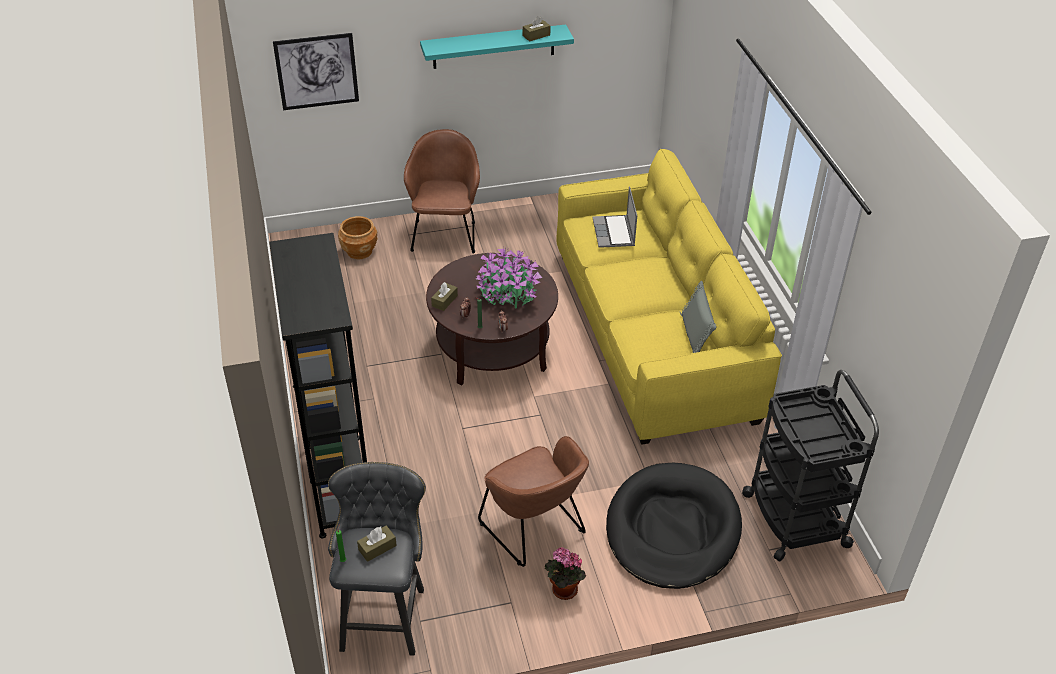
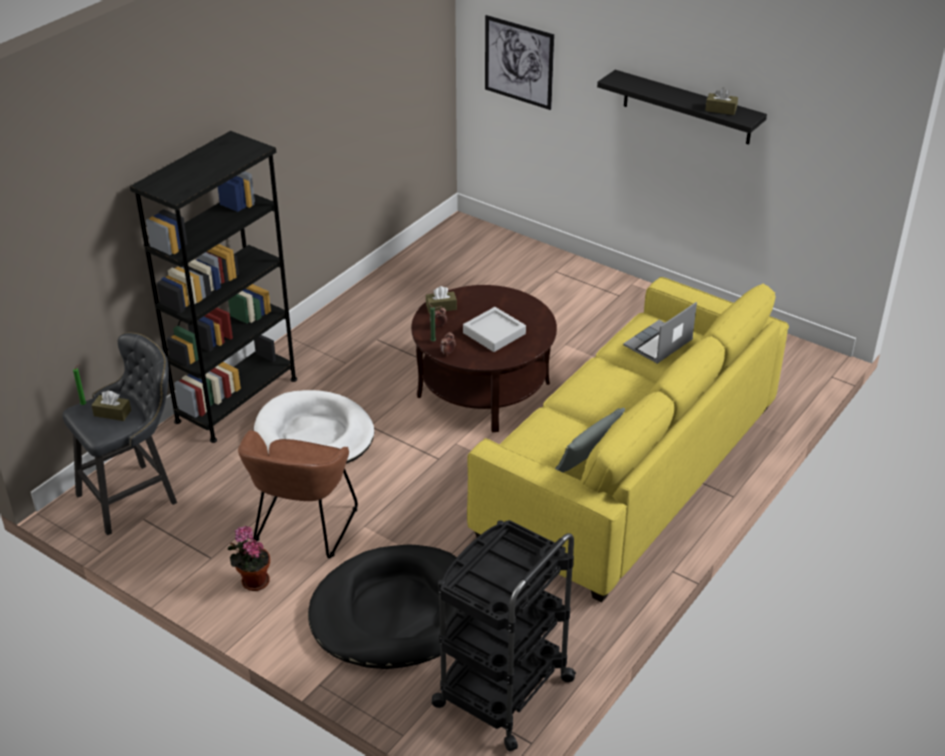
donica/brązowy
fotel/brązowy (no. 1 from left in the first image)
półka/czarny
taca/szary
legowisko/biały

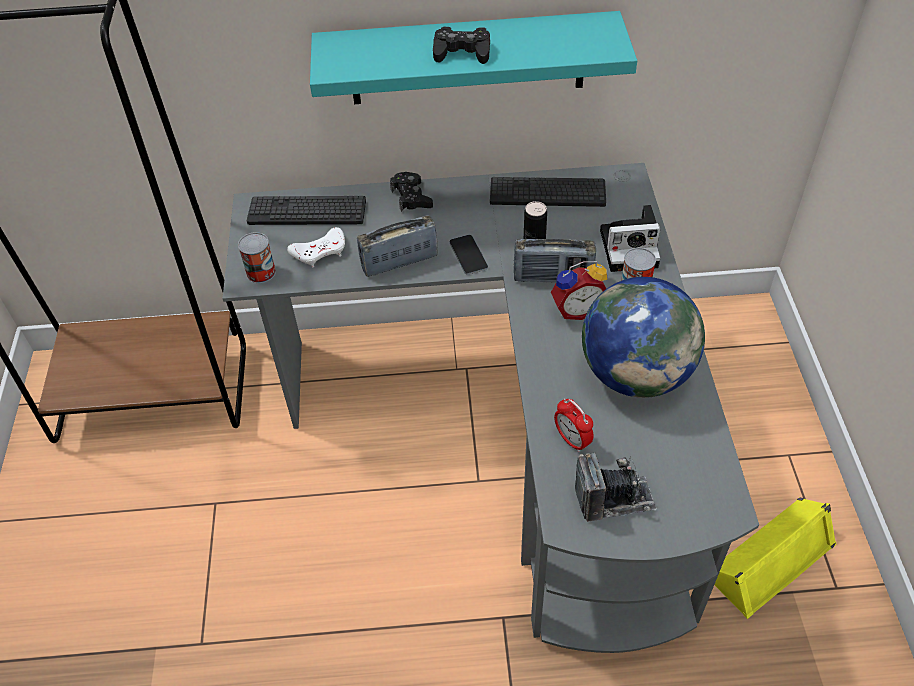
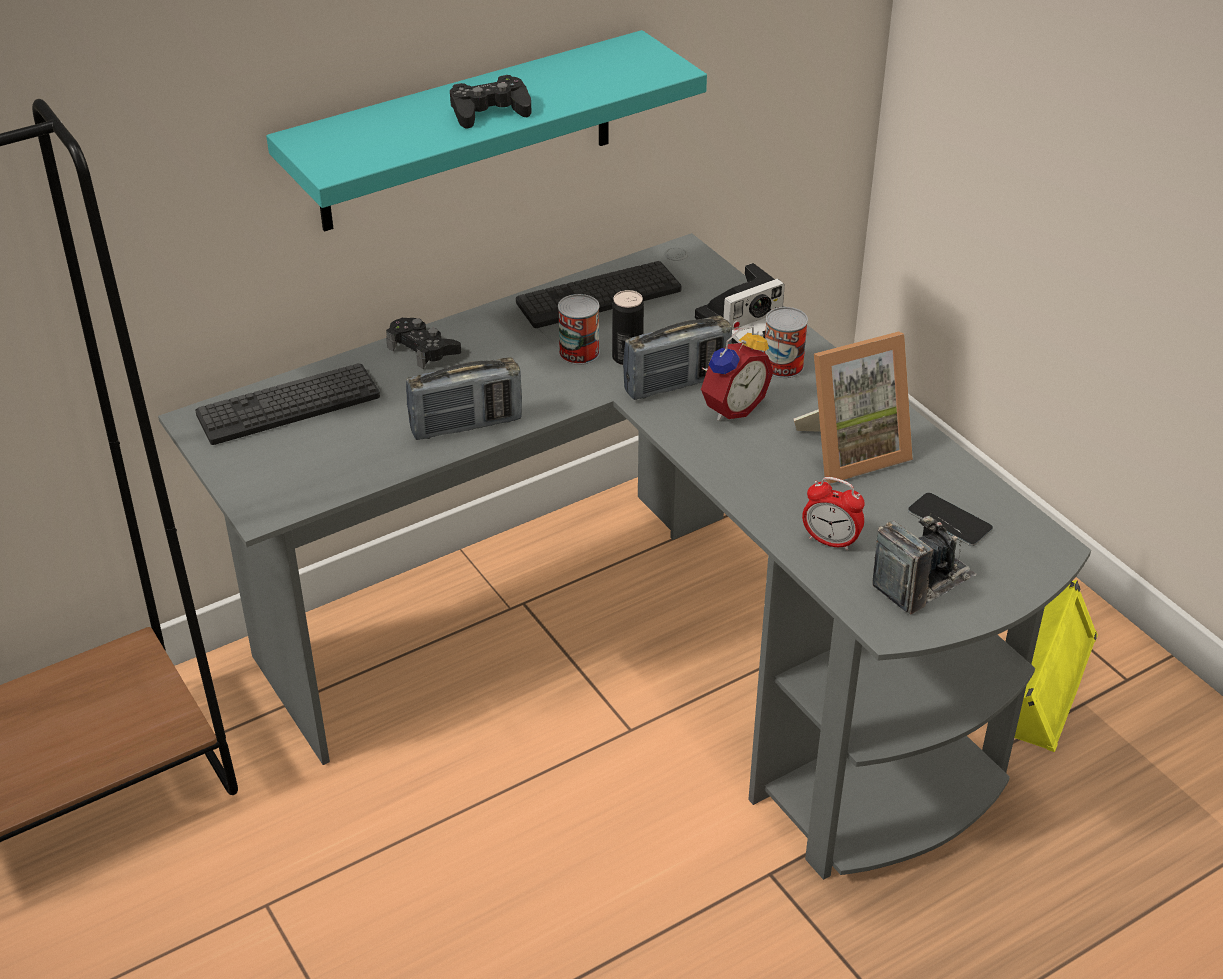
puszka (no. 1 from left)
pad do gier/biały
radio (no. 1 from left)
telefon
ramka na zdjęcie

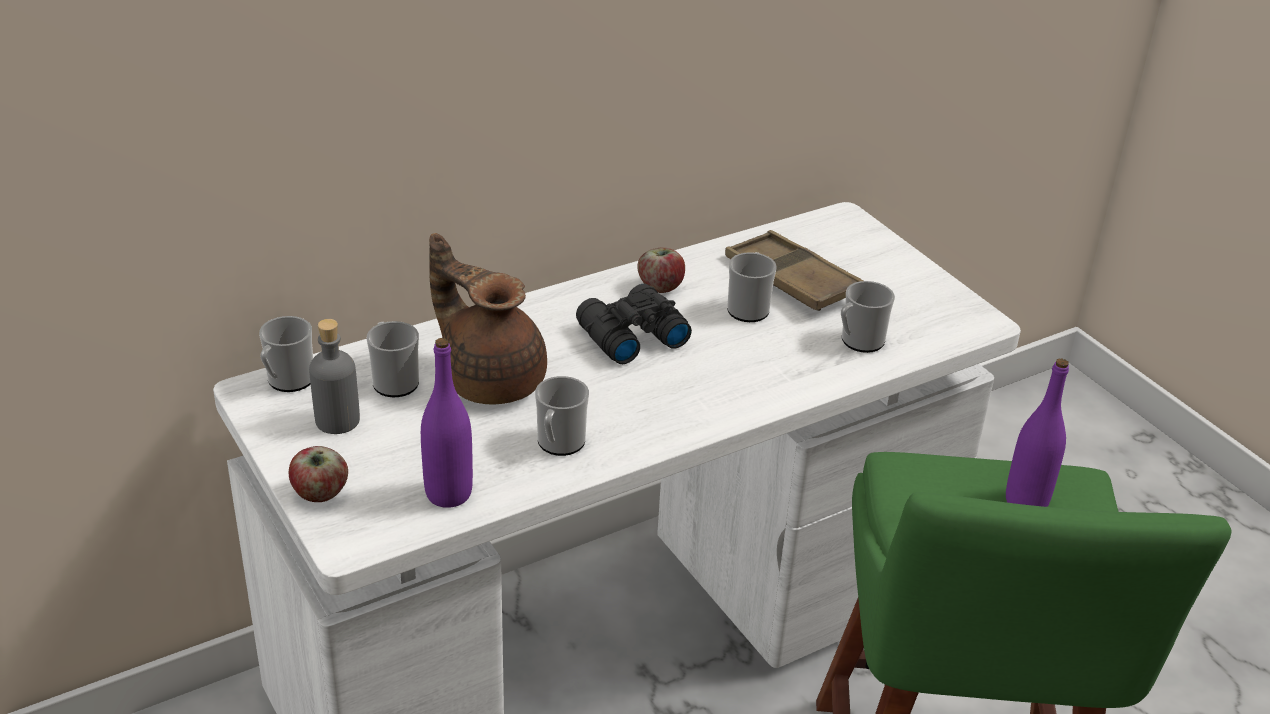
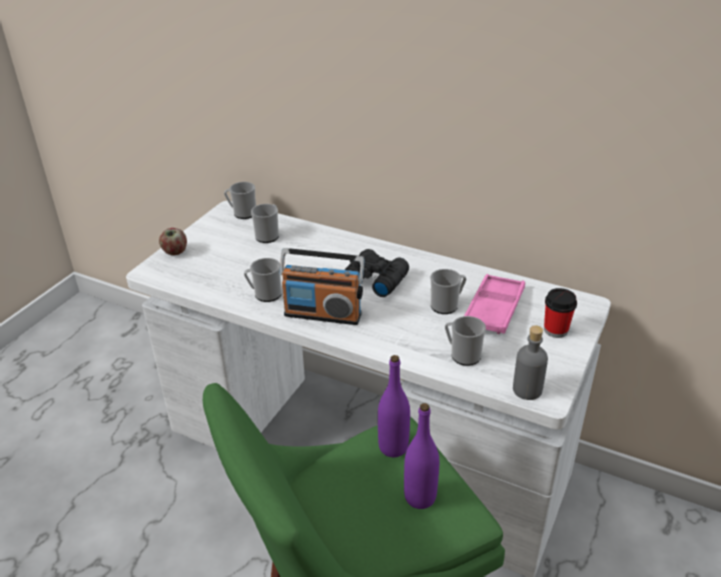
butelka/szary
butelka/fioletowy (no. 1 from left)
imbryk/brązowy
jabłko (no. 2 from left in the first image)
taca/różowy
radio
filiżanka

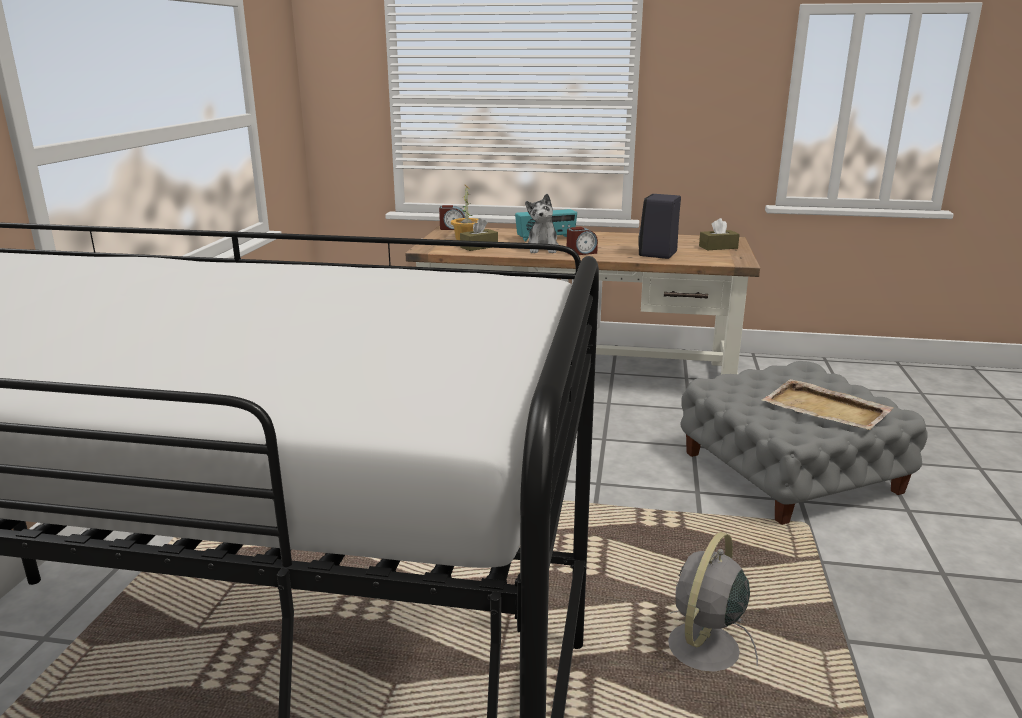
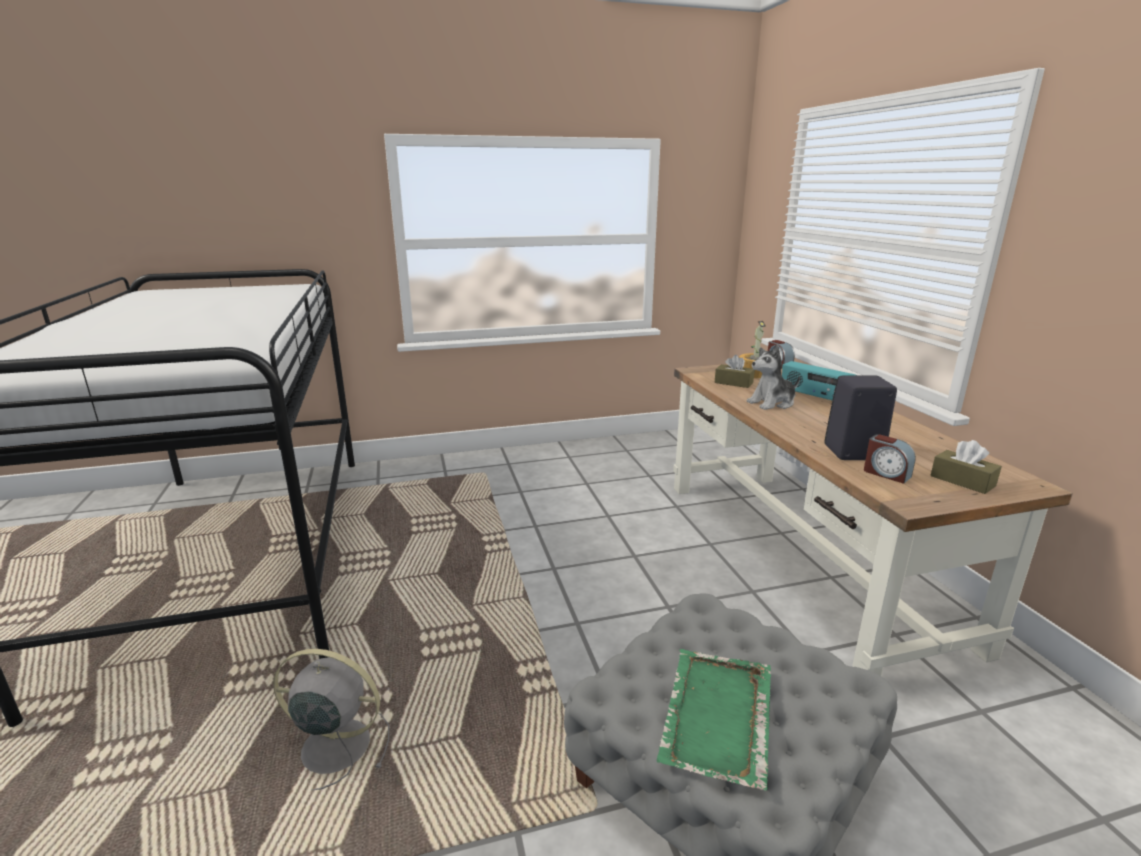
budzik (no. 2 from left)
taca/zielony

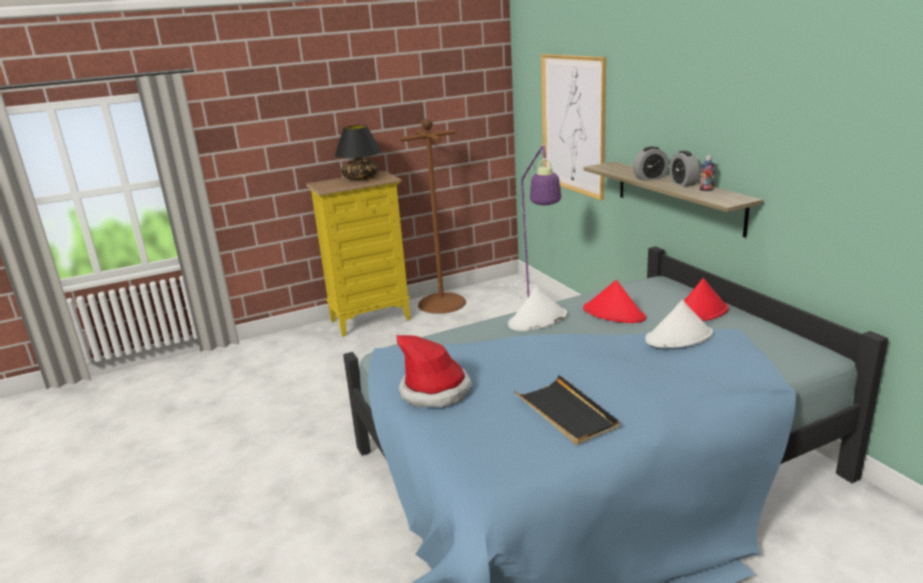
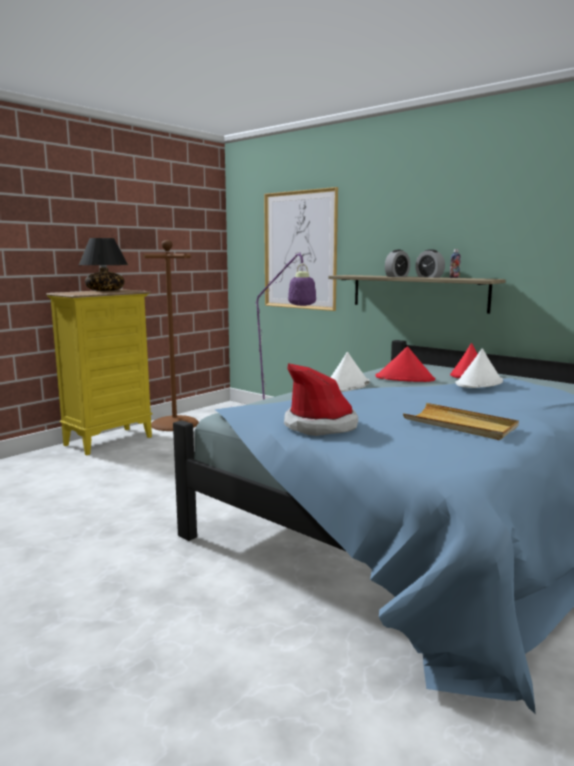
taca/beżowy

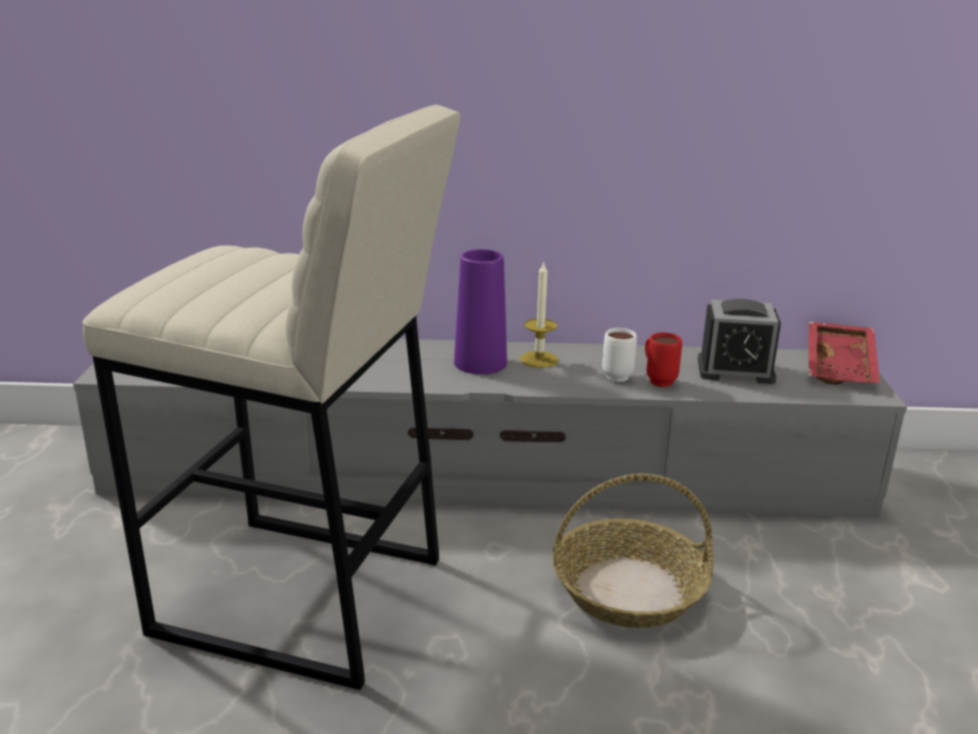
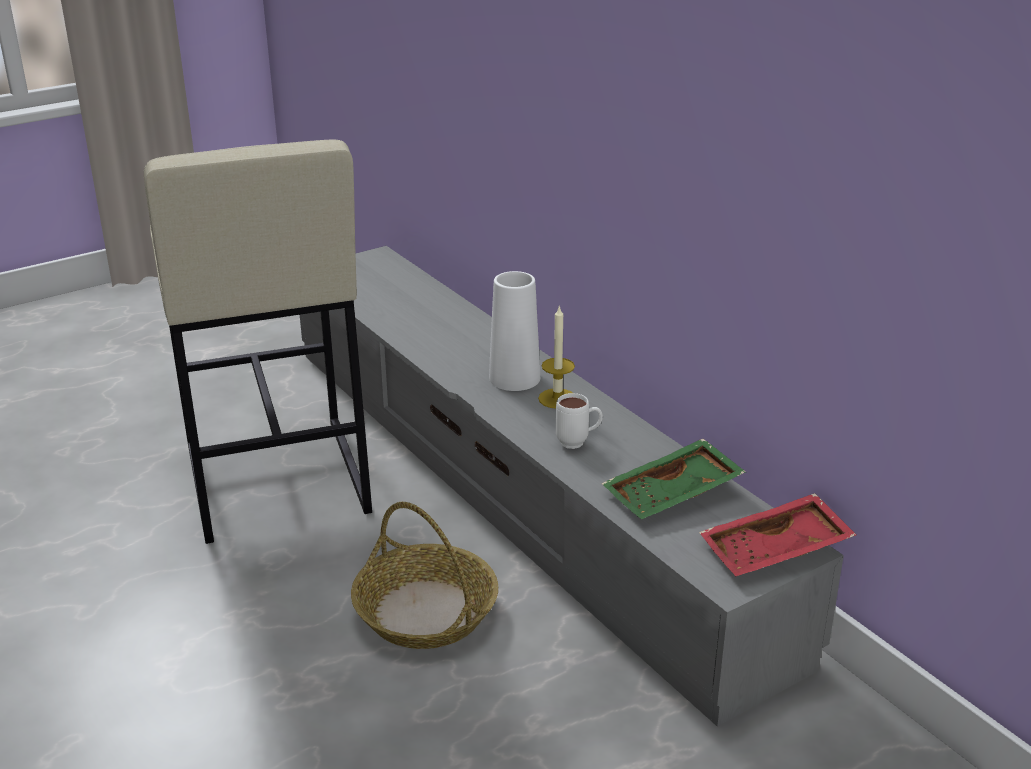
wazon/biały
kubek/czerwony
taca/zielony

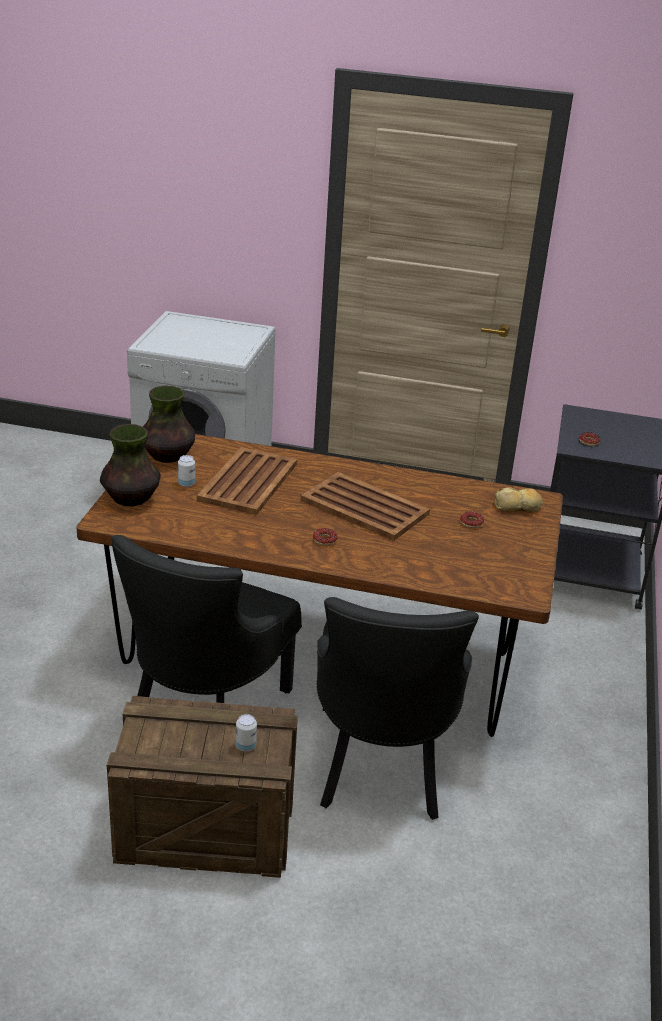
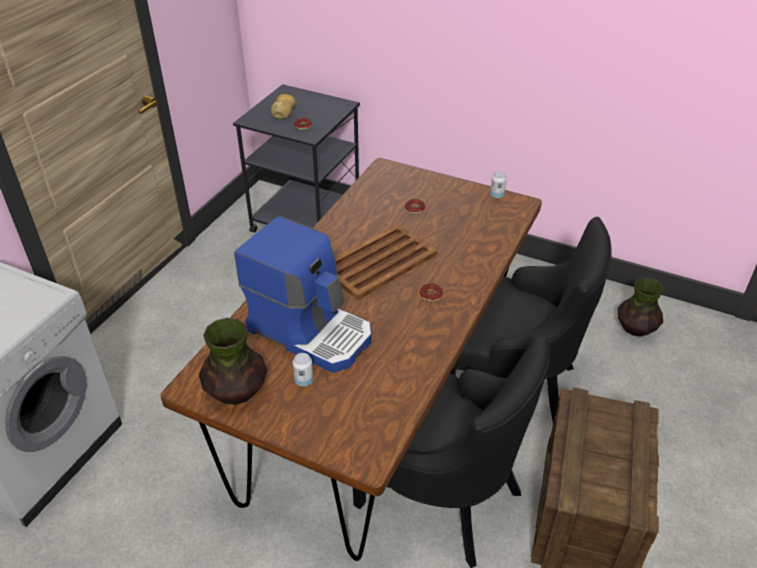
wazon (no. 2 from left)
ekspres do kawy
puszka (no. 2 from left)
chleb

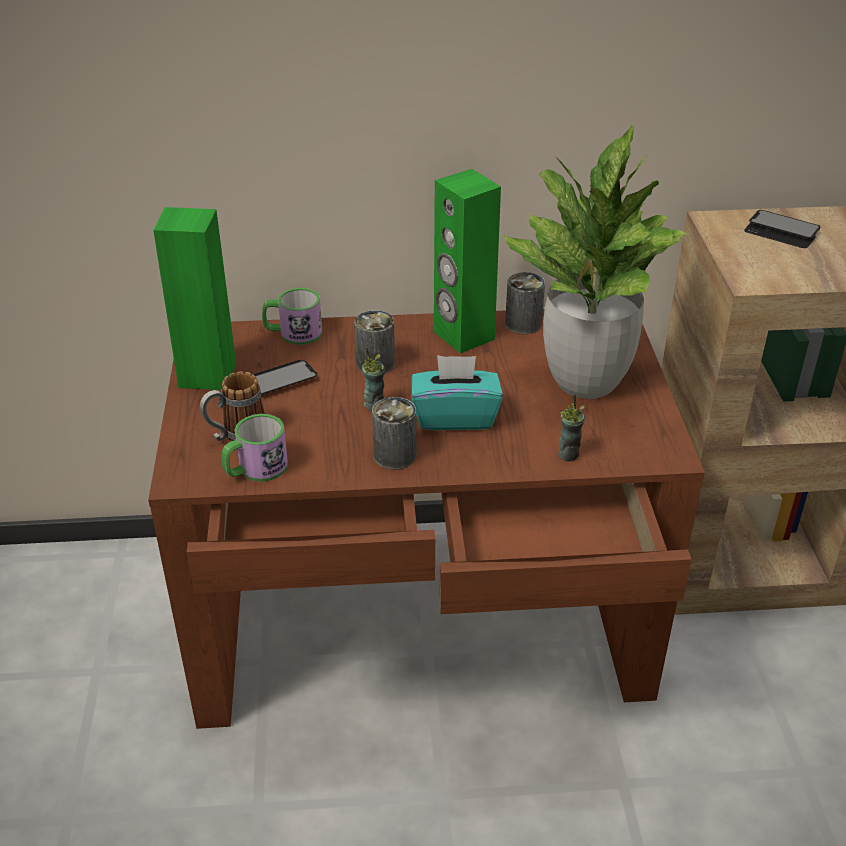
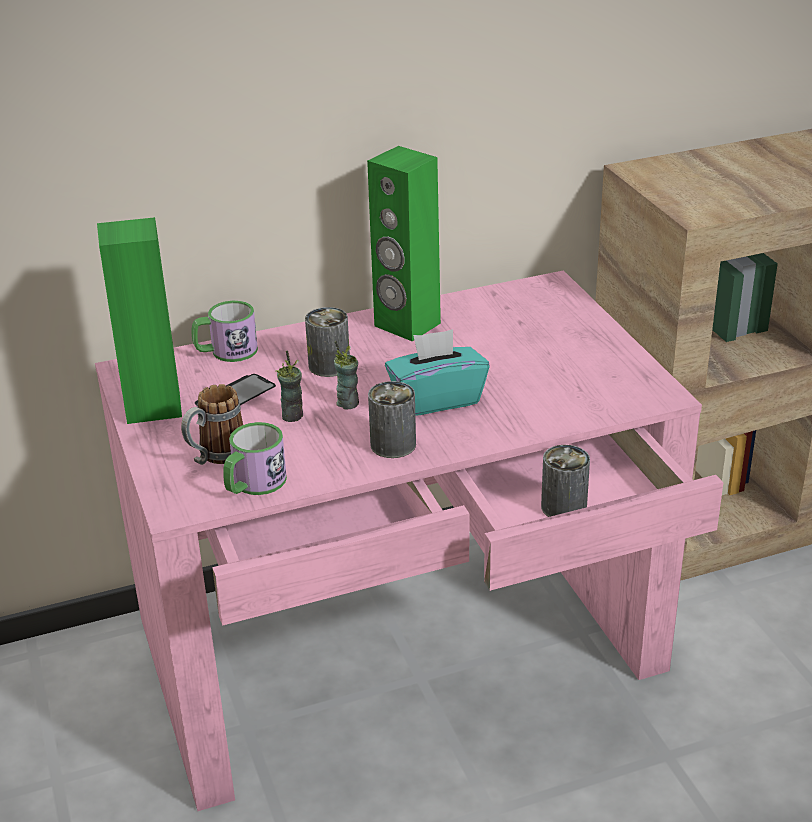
biurko/różowy
roślina doniczkowa
puszka (no. 3 from left)
filiżanka (no. 1 from left)
telefon (no. 2 from left in the first image)

